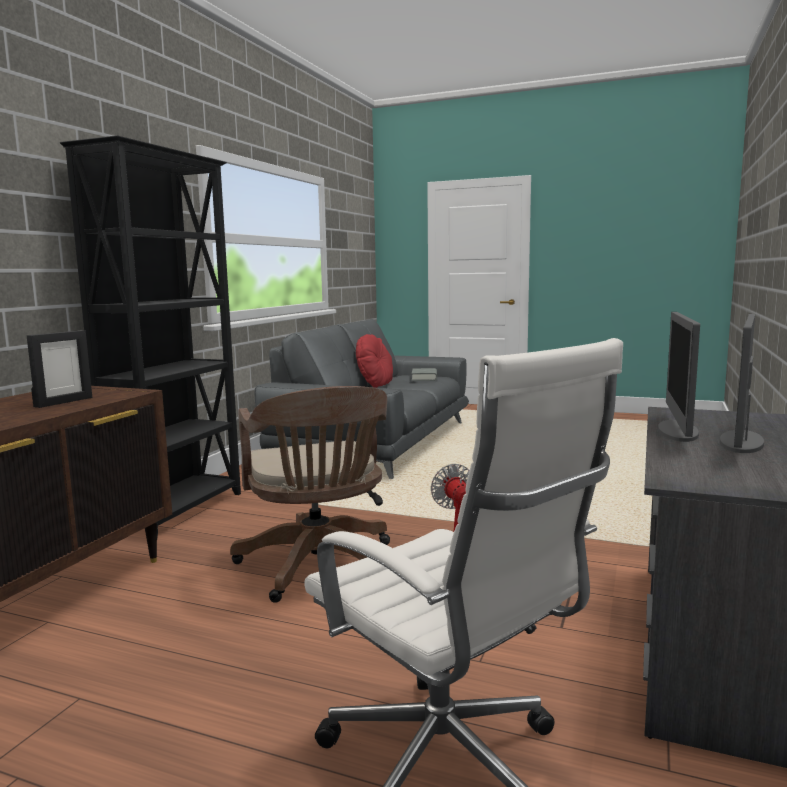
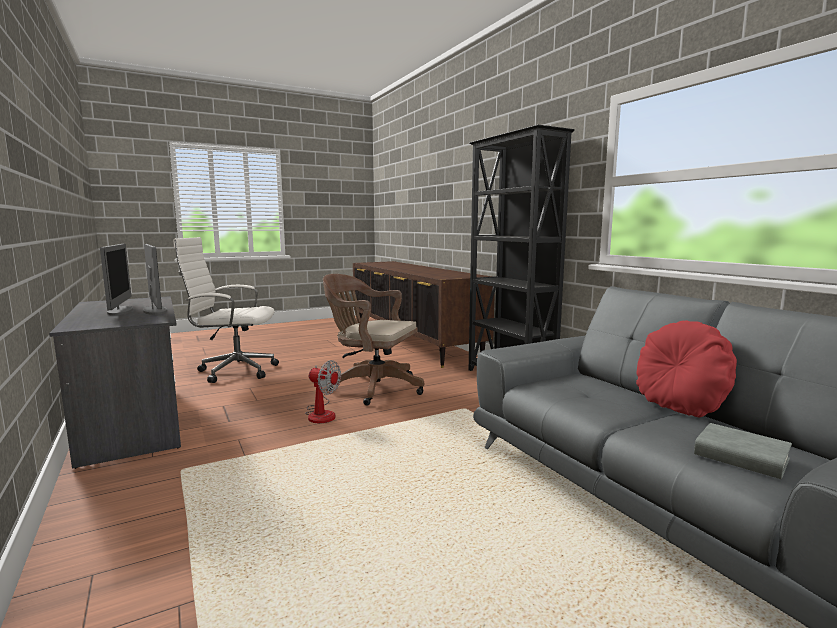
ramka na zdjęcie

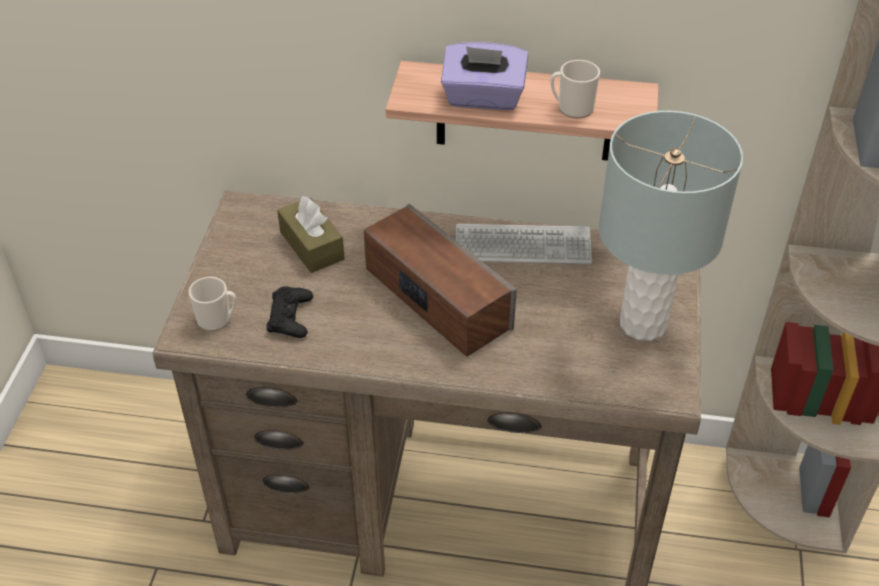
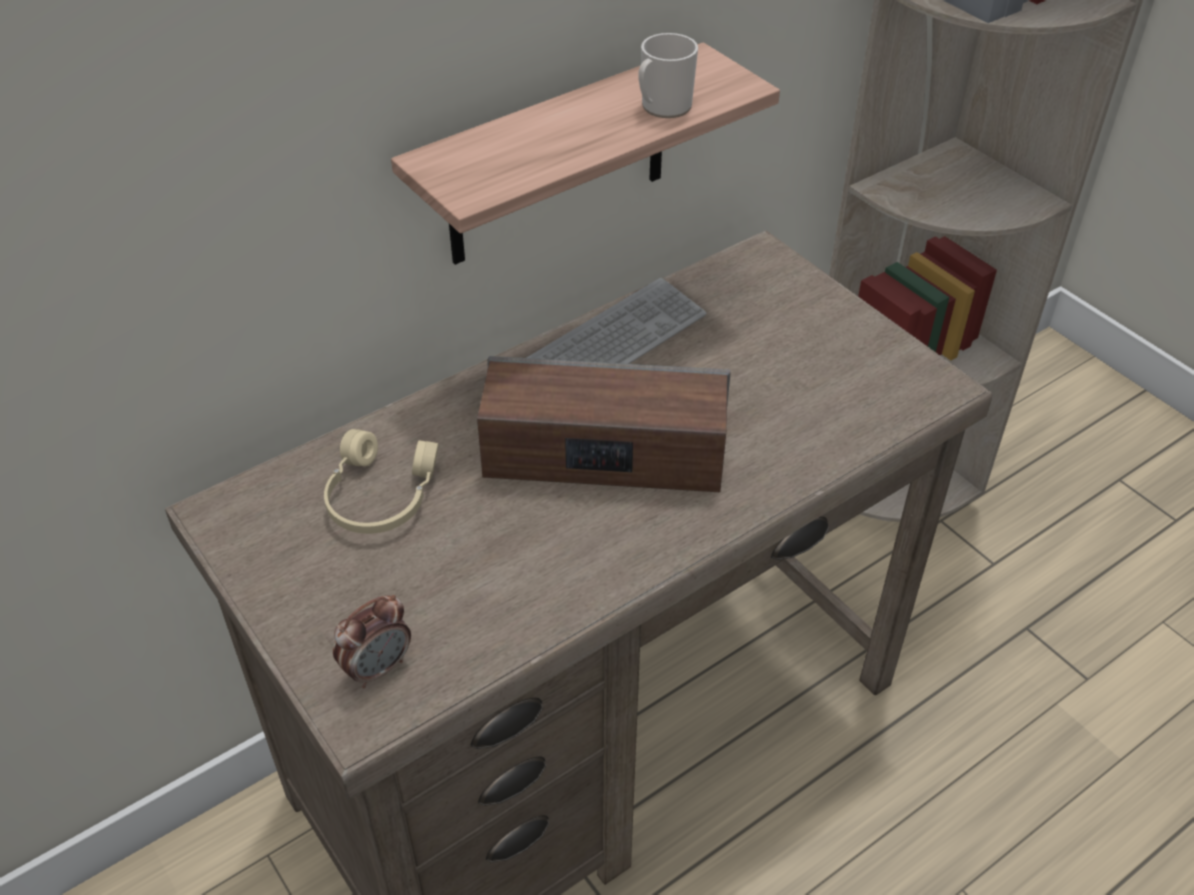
budzik
pad do gier/czarny
słuchawki/beżowy
pudełko chusteczek/fioletowy
lampa stołowa/szary

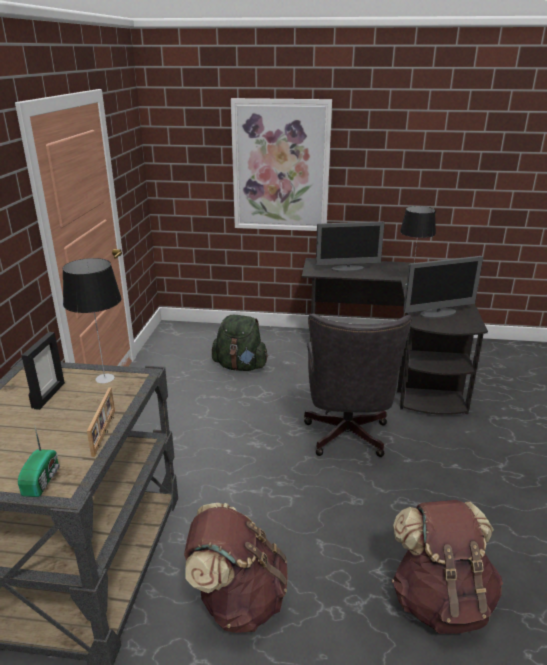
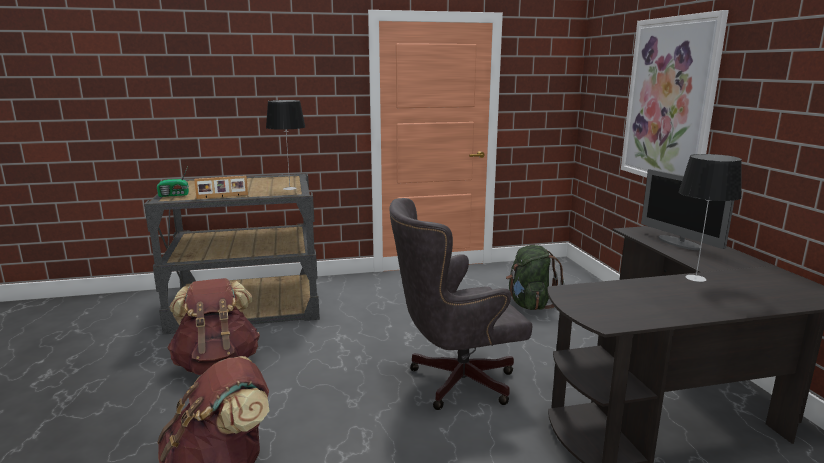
ramka na zdjęcie (no. 1 from left in the first image)
monitor (no. 2 from left in the first image)

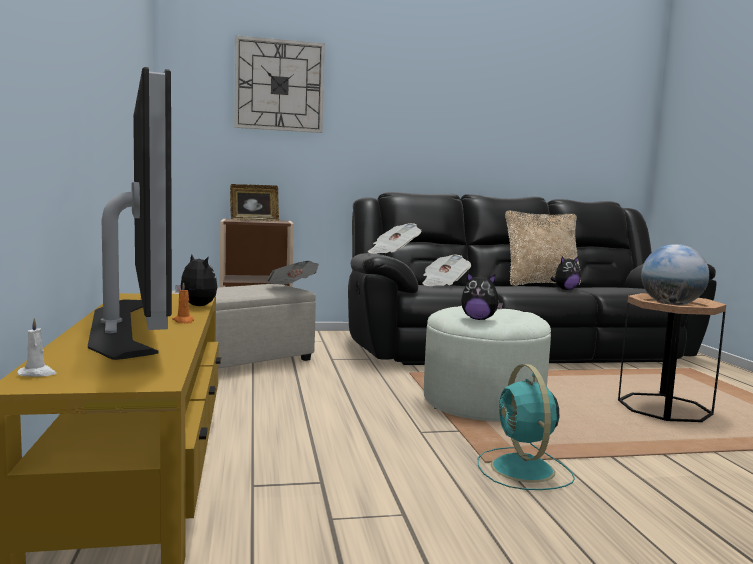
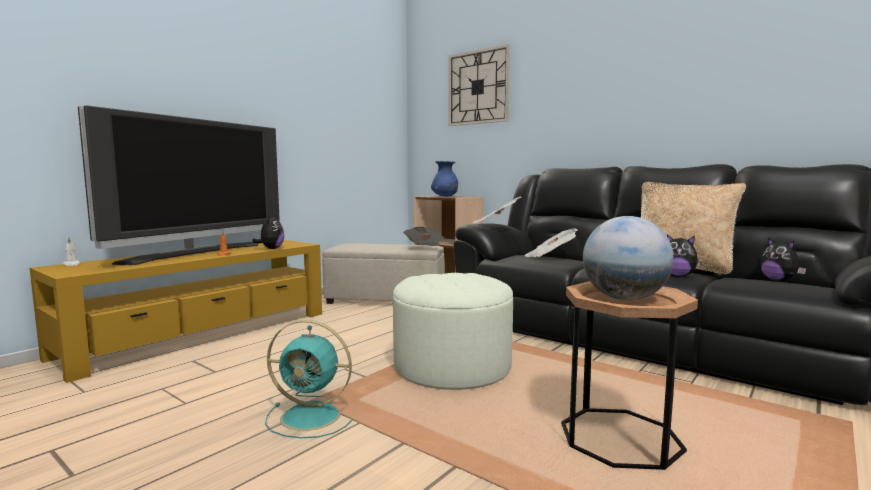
wazon/niebieski
pluszak (no. 3 from left)
wentylator/turkusowy

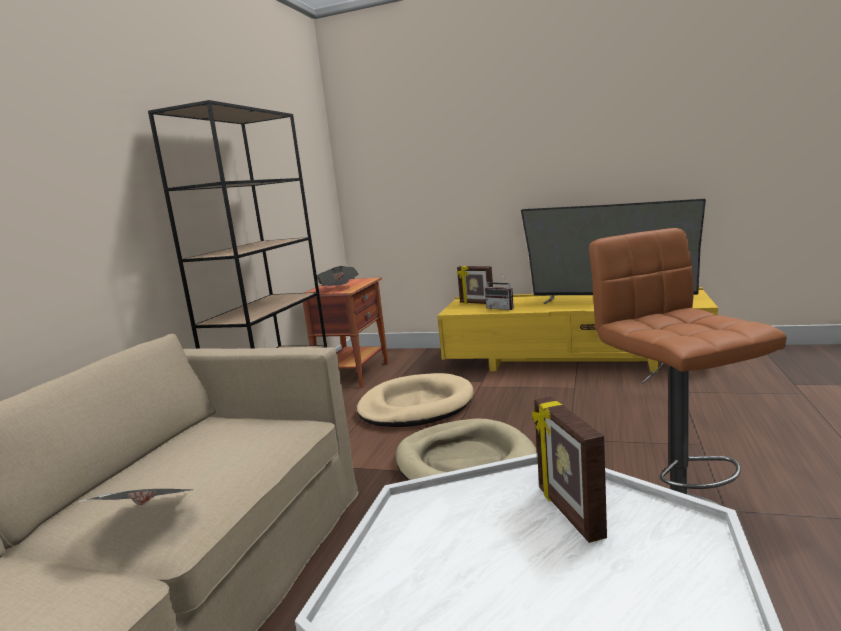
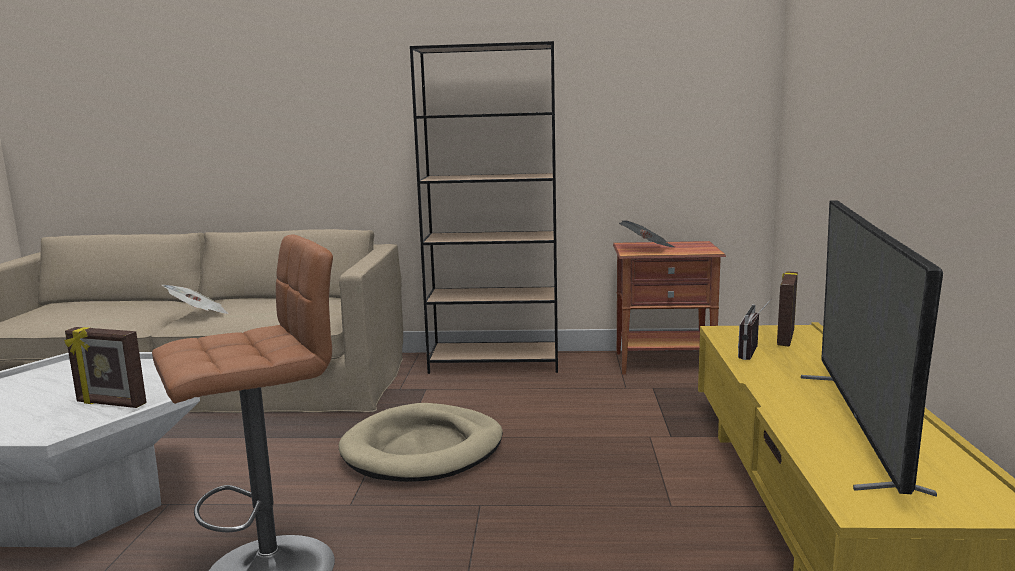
legowisko/beżowy (no. 1 from left in the first image)
ramka na zdjęcie (no. 1 from left)

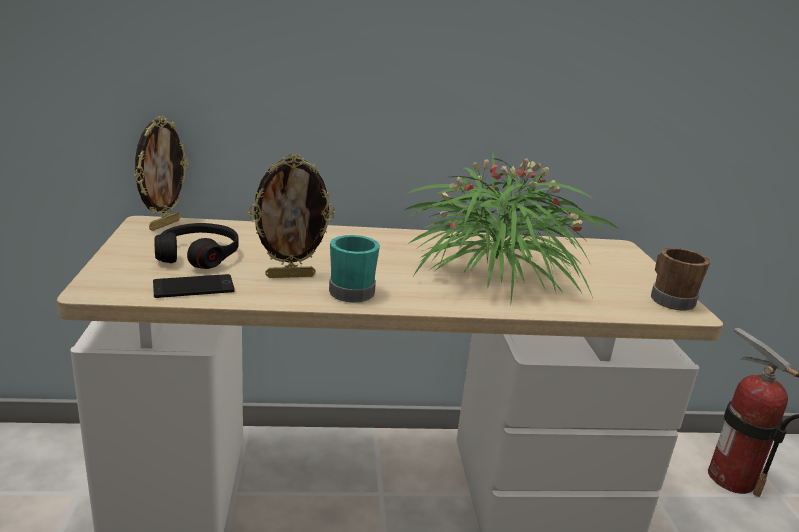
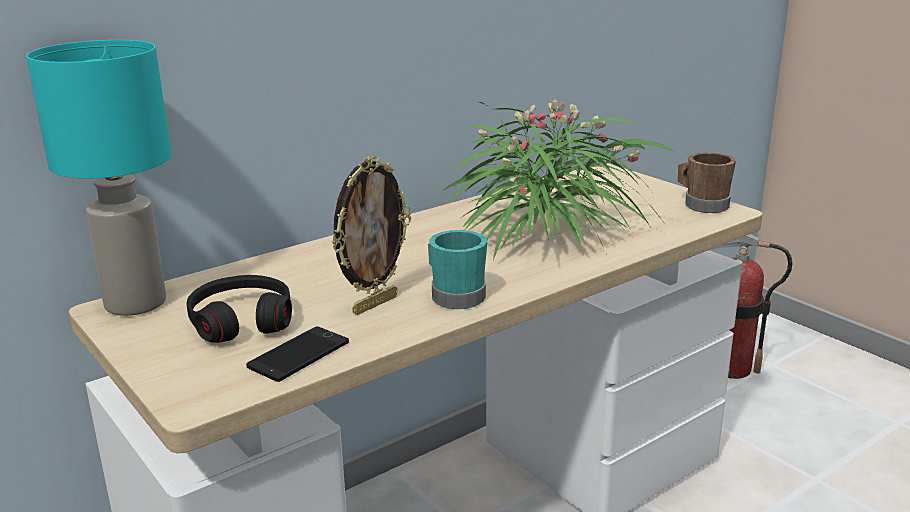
lampa stołowa/turkusowy

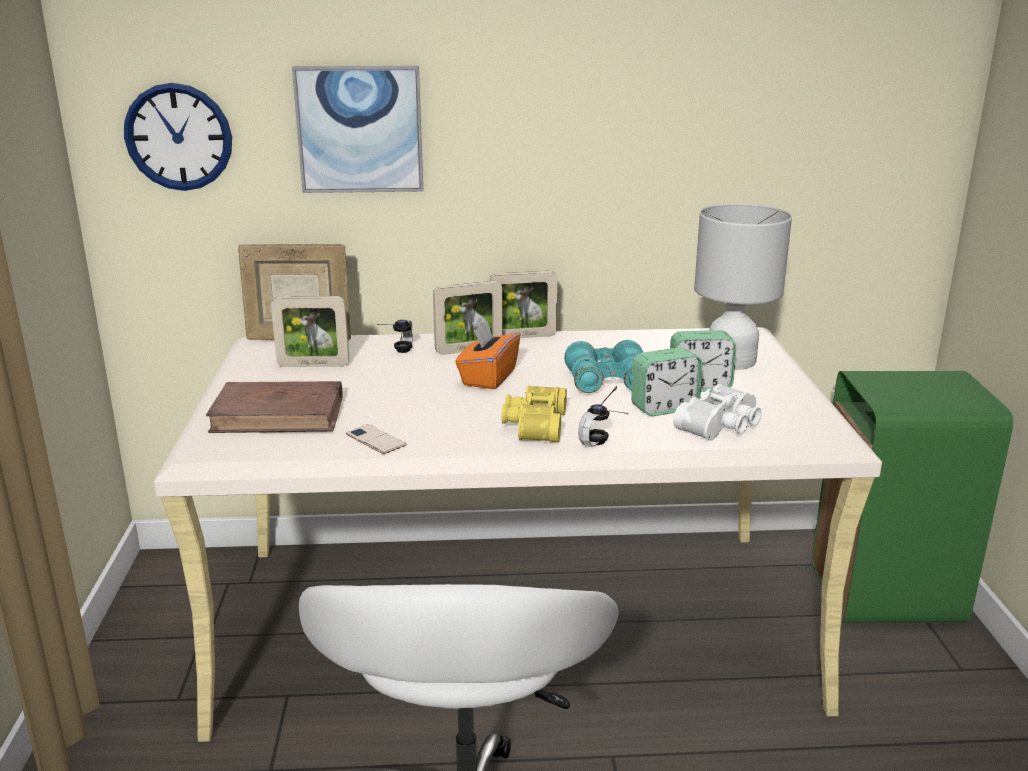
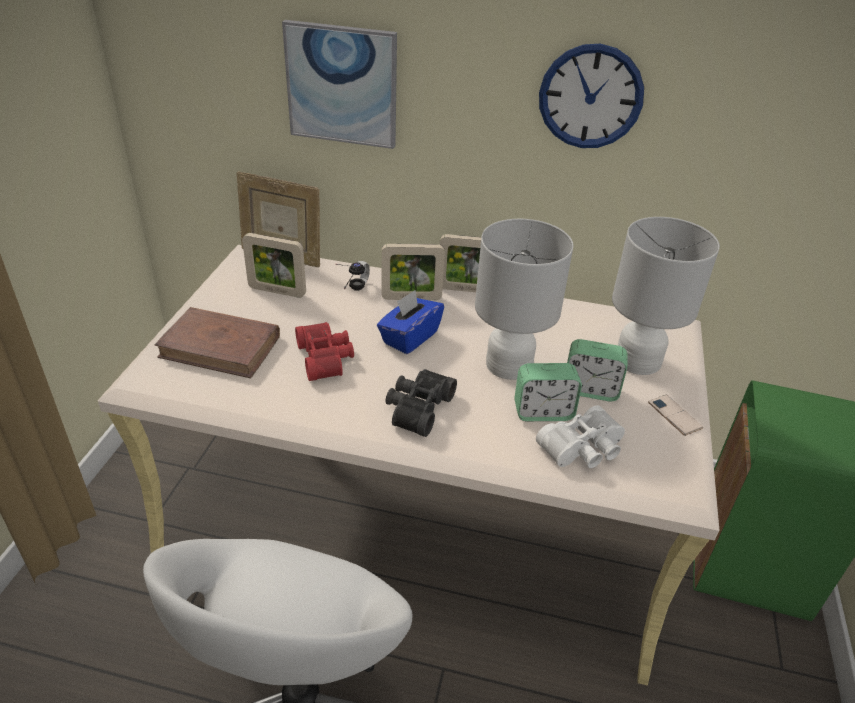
zegar ścienny
telefon
pudełko chusteczek/niebieski
lornetka/czarny
lampa stołowa/szary (no. 1 from left)
słuchawki (no. 2 from left in the first image)
lornetka/czerwony

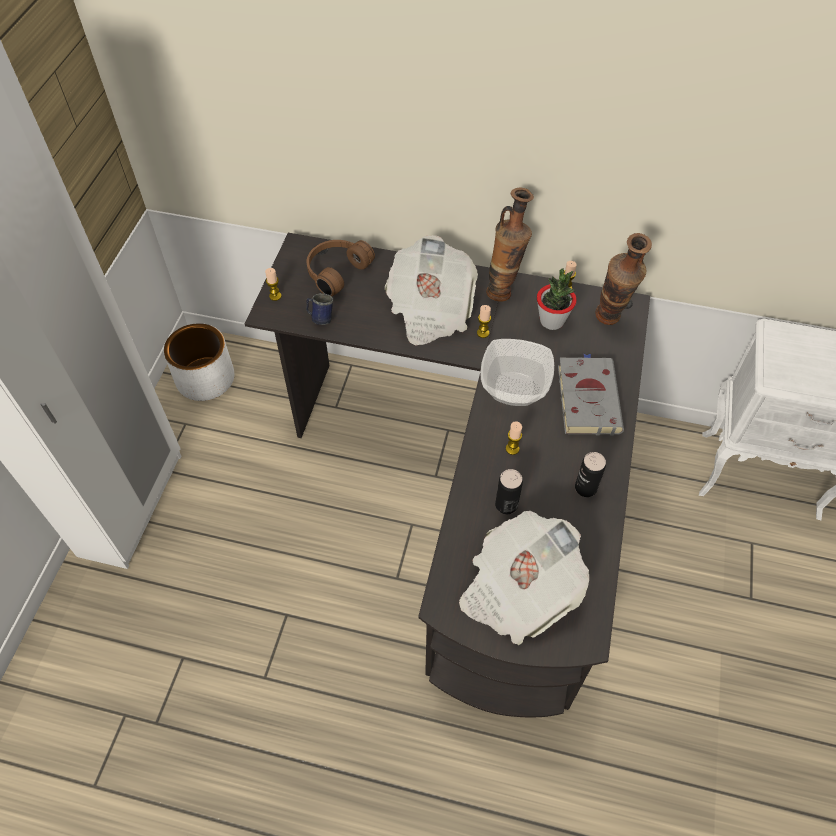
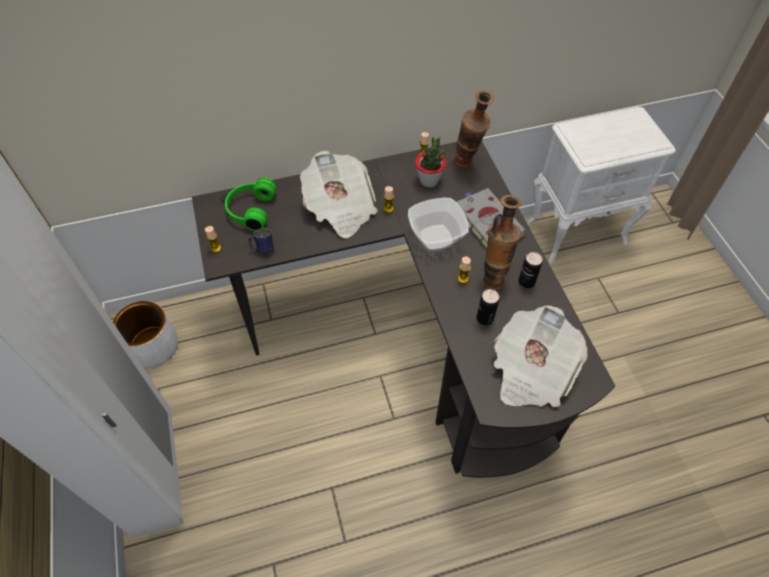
słuchawki/zielony
wazon (no. 2 from left)

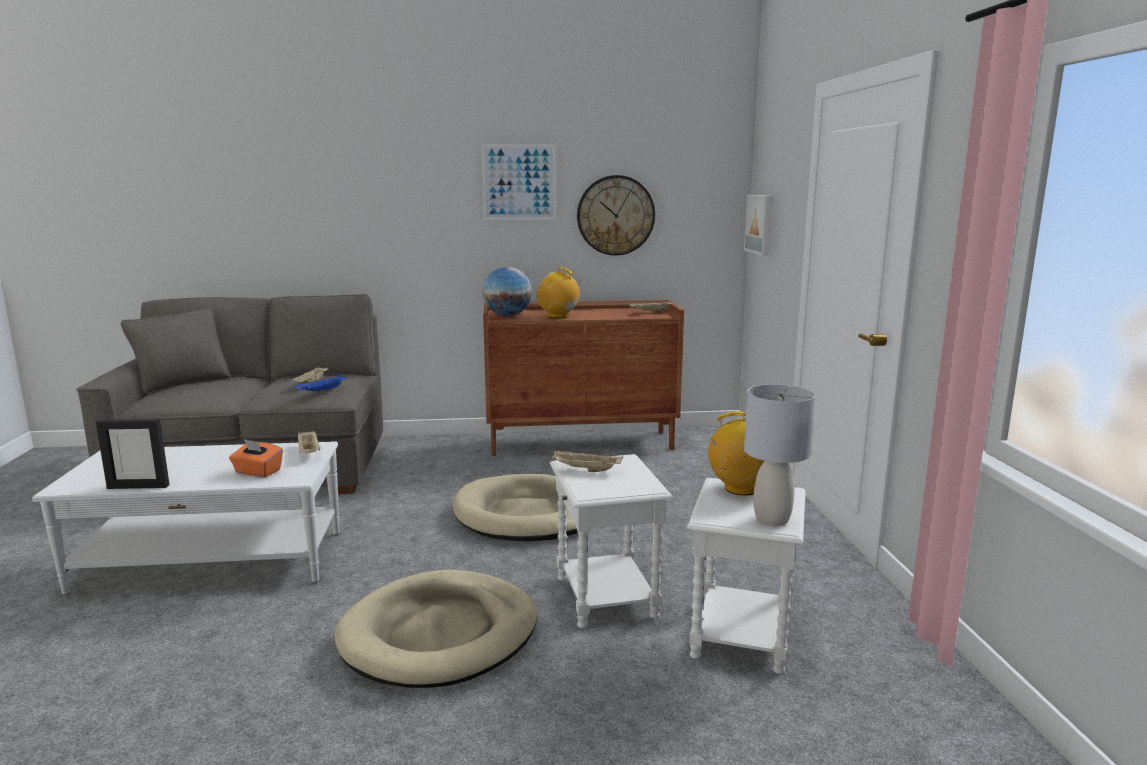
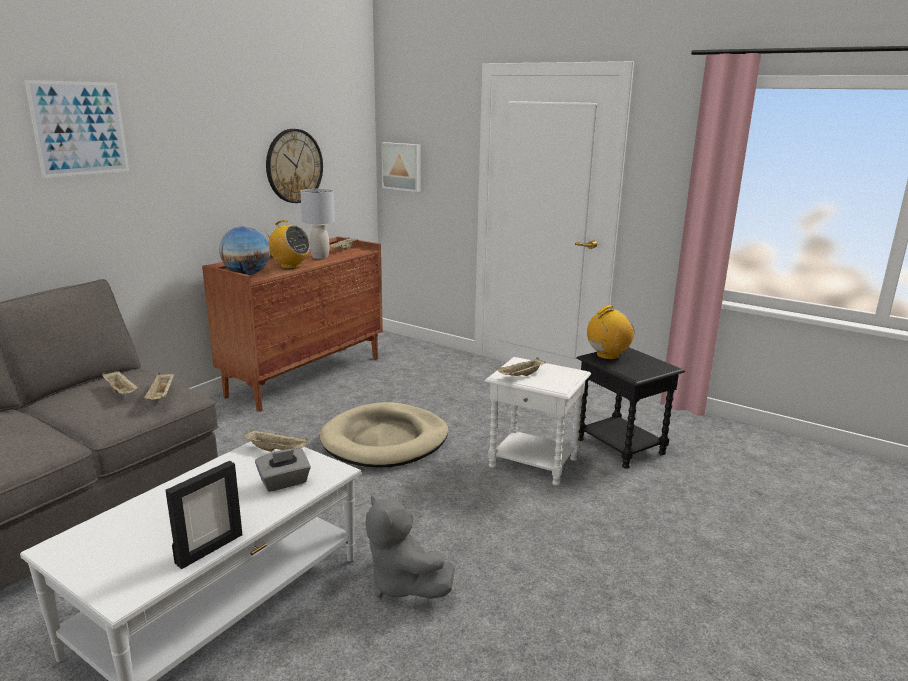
pudełko chusteczek/szary
taca/beżowy (no. 2 from left)
legowisko/beżowy (no. 1 from left in the first image)
obraz (no. 1 from left)
radio (no. 1 from left)
stolik/czarny
lampa stołowa/szary
pluszak/szary

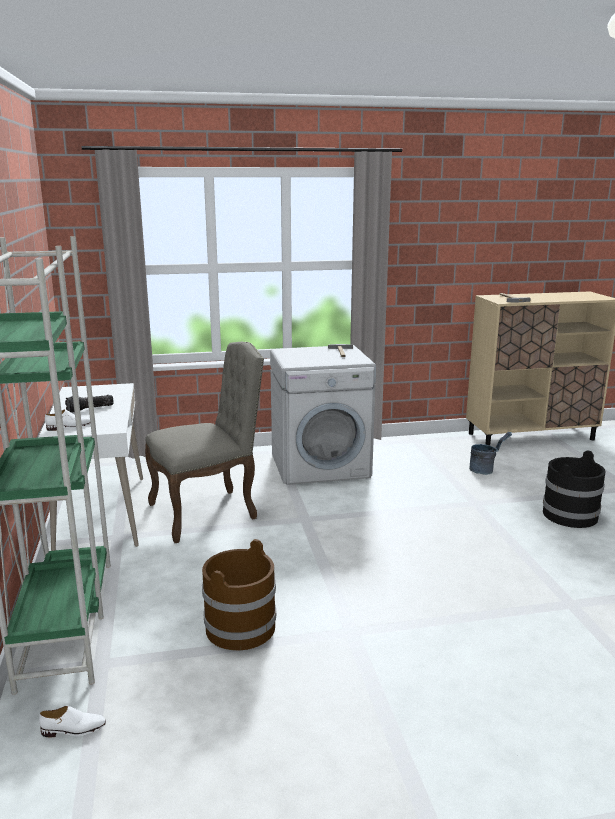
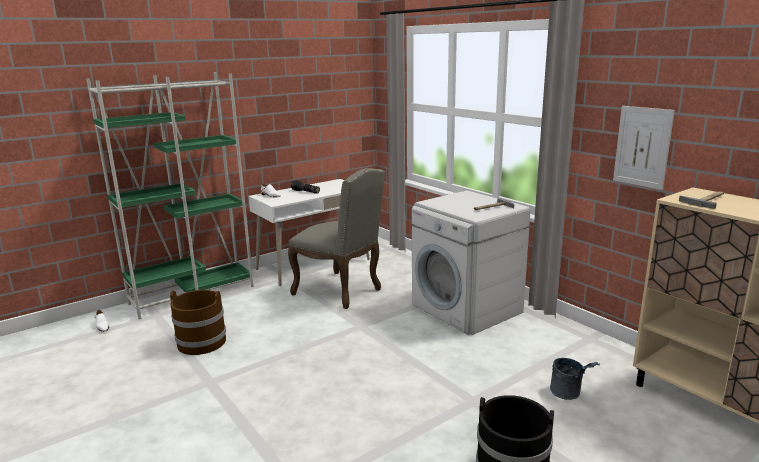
obraz

